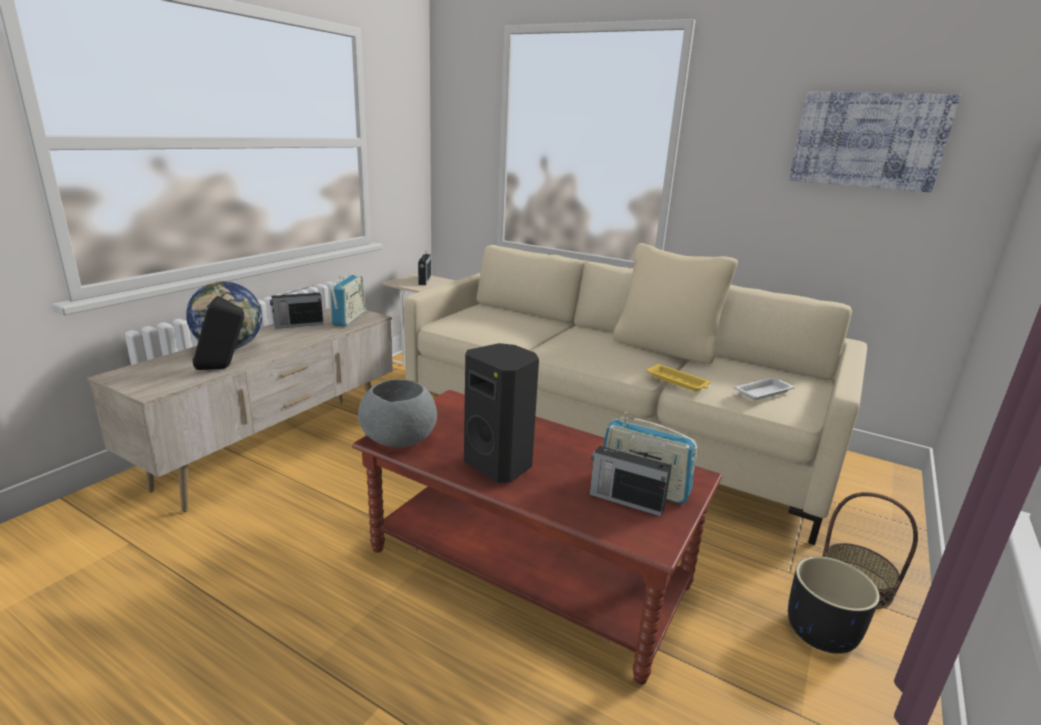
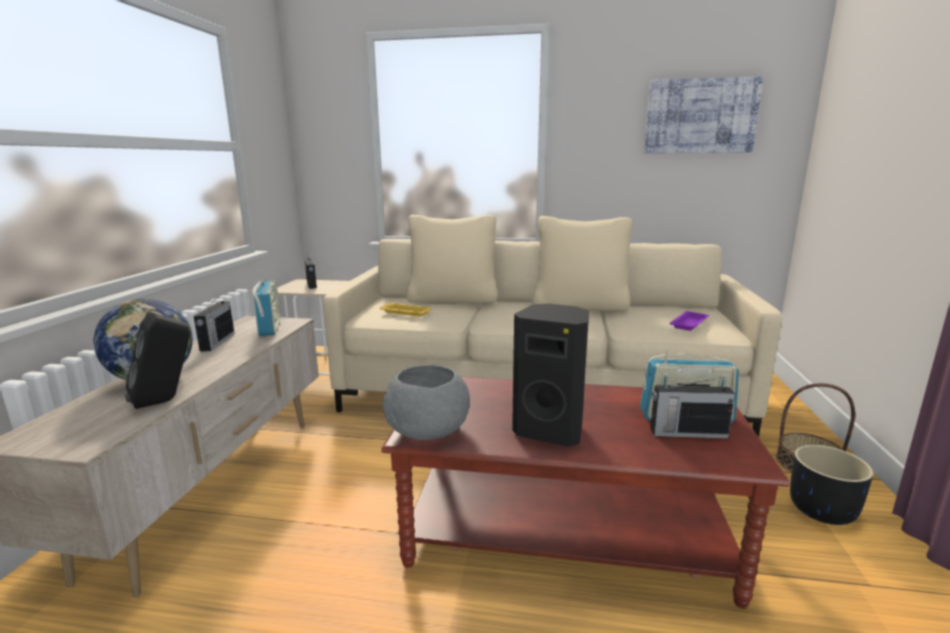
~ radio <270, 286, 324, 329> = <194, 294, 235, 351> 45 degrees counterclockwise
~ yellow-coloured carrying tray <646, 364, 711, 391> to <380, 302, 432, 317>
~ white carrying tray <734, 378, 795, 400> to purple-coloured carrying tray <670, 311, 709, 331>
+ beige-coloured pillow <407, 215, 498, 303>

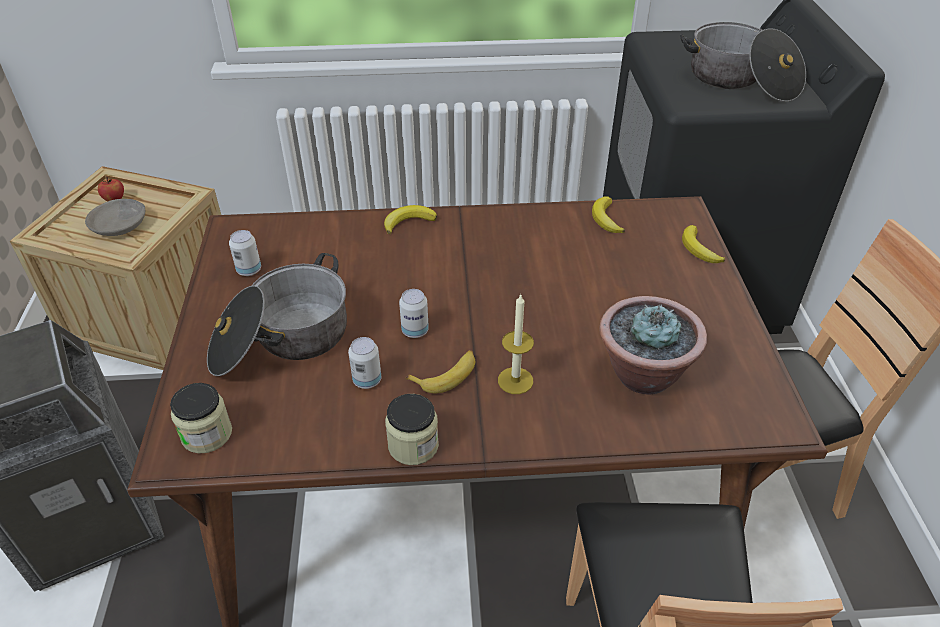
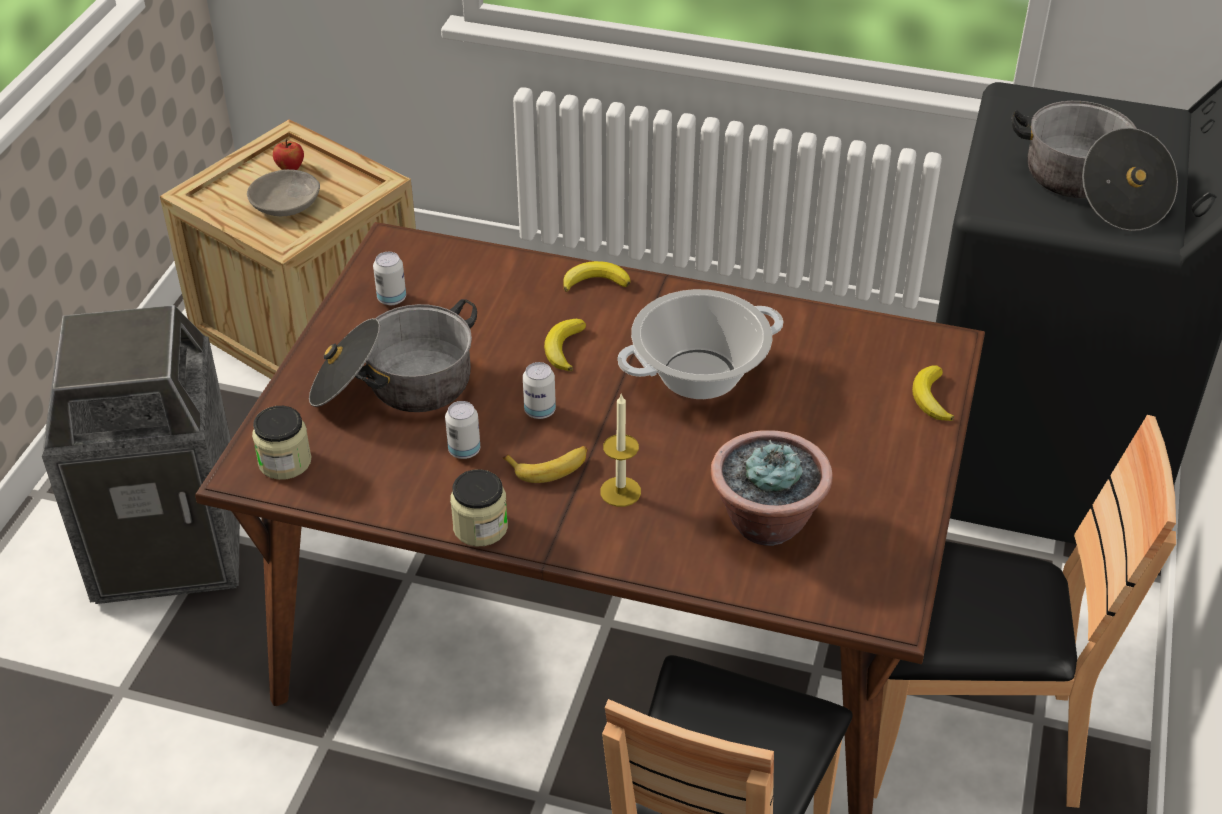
~ banana fruit <592, 196, 625, 233> to <544, 319, 586, 371>
+ cooking pot <617, 289, 783, 399>

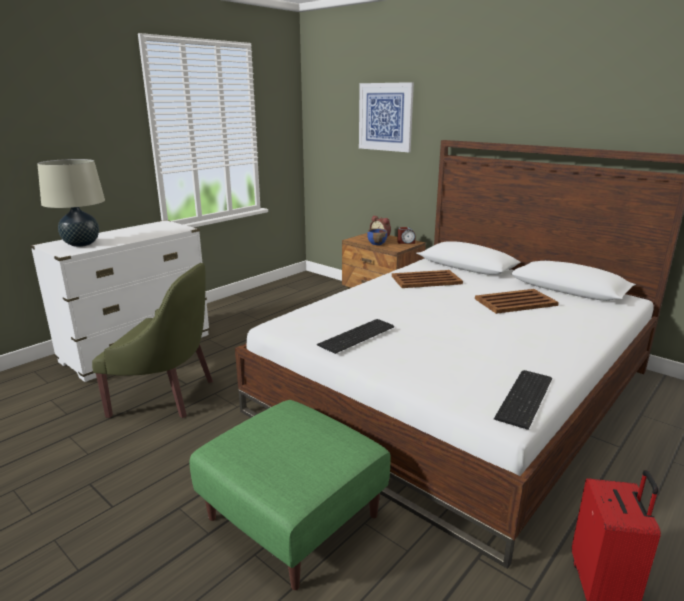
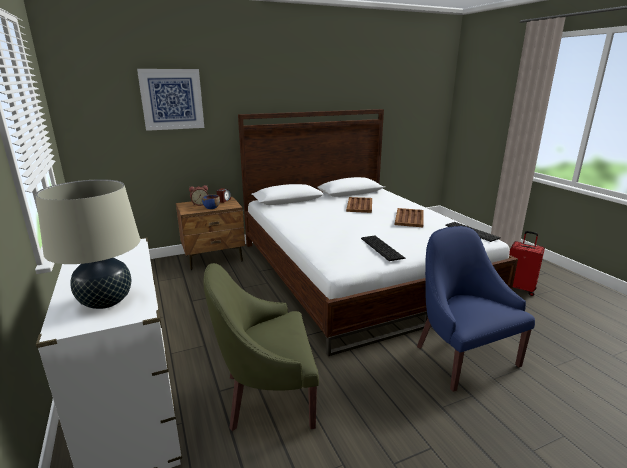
~ green easy chair <92, 263, 213, 418> = <203, 263, 319, 431> 135 degrees counterclockwise
~ green pouffe <190, 400, 391, 590> to blue easy chair <417, 226, 535, 392>
~ brown carrying tray <392, 270, 463, 288> to <395, 208, 424, 227>

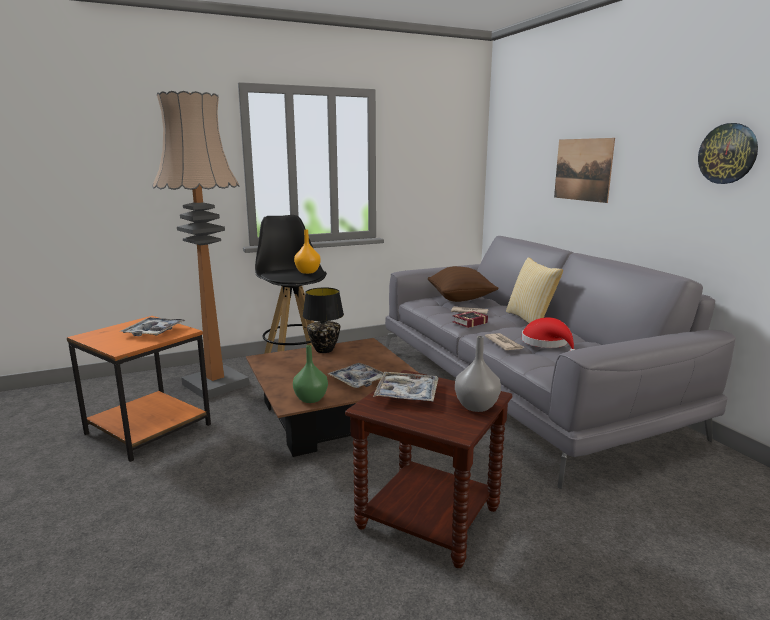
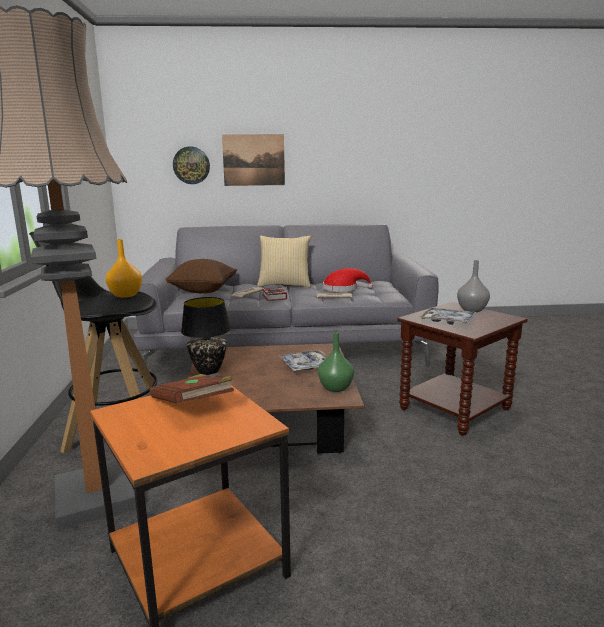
~ carrying tray <120, 317, 186, 336> to brown bound book <150, 373, 234, 404>
~ hanging clock <698, 123, 758, 184> to <173, 146, 210, 184>

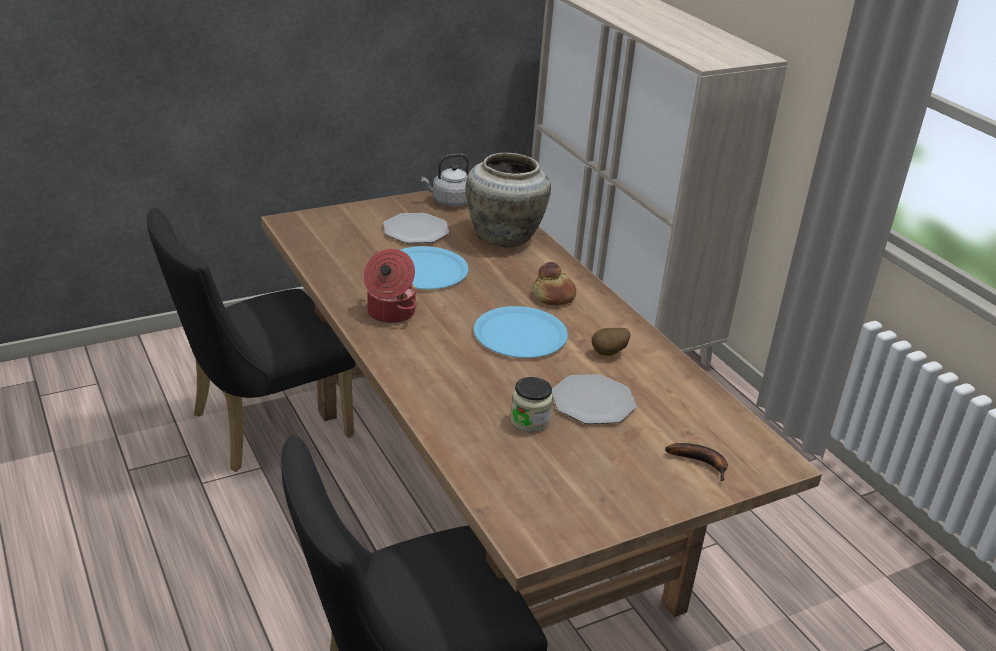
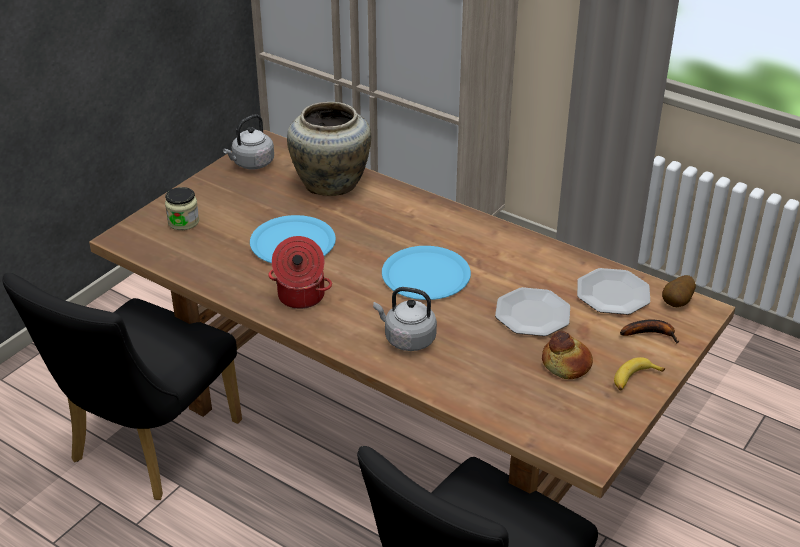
~ plate <383, 213, 449, 243> to <577, 268, 650, 315>
~ storage jar <511, 377, 553, 432> to <165, 187, 199, 230>
~ bakery bread <532, 262, 576, 306> to <542, 331, 593, 379>
~ potato <592, 328, 630, 356> to <662, 275, 696, 307>
+ greyish water kettle <373, 287, 437, 351>
+ banana fruit <614, 357, 665, 390>

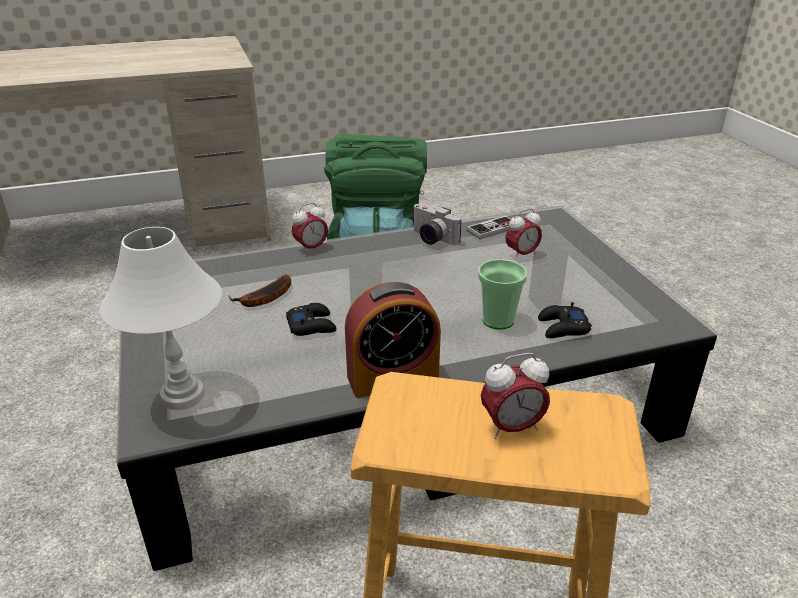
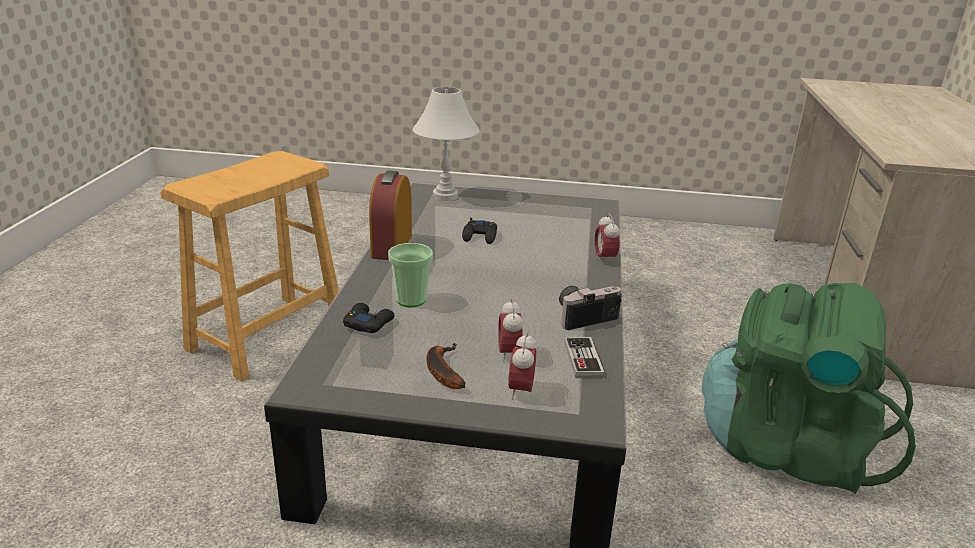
~ banana fruit <228, 275, 291, 307> to <426, 343, 466, 389>
~ bedside clock <481, 353, 550, 439> to <508, 332, 537, 400>

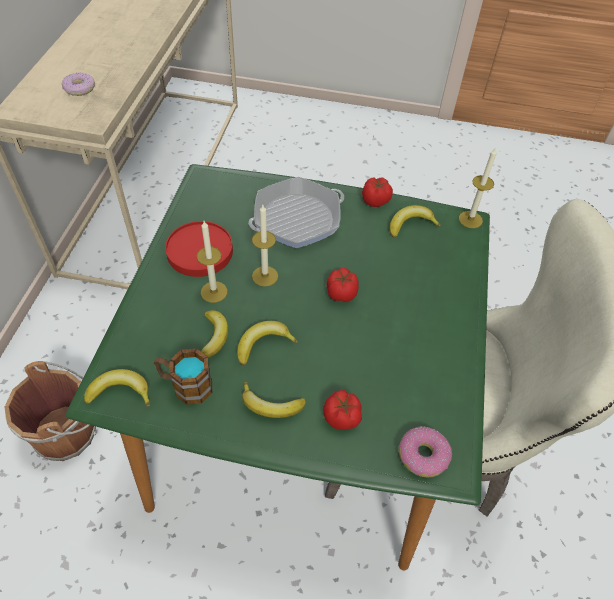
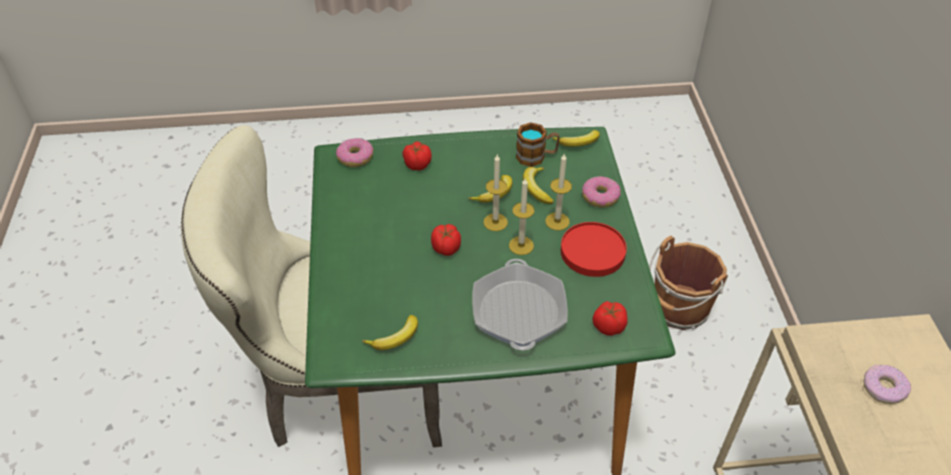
- banana fruit <242, 382, 306, 418>
~ skillet <248, 177, 344, 248> = <472, 259, 568, 350> 135 degrees clockwise
~ tomato <362, 177, 393, 207> to <593, 301, 628, 336>
~ candle <459, 147, 497, 228> to <483, 155, 508, 231>
+ donut <582, 176, 621, 207>

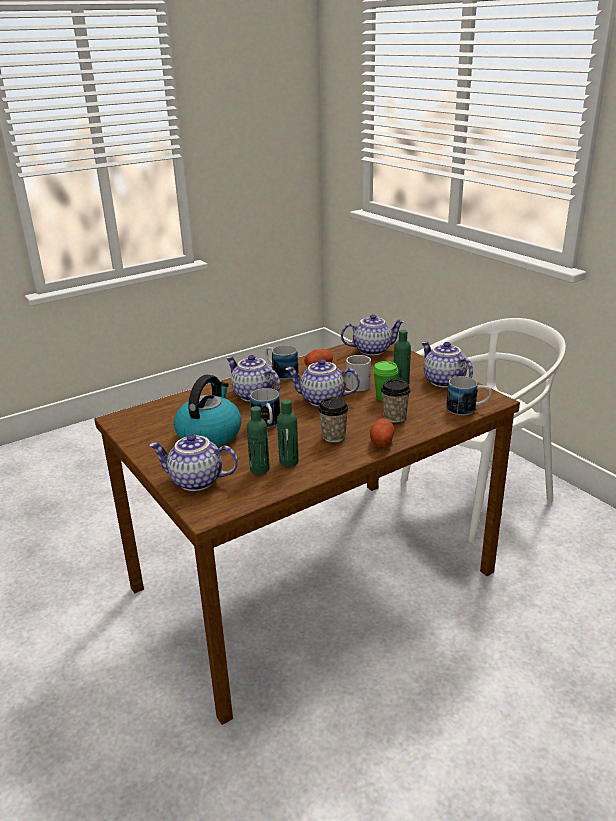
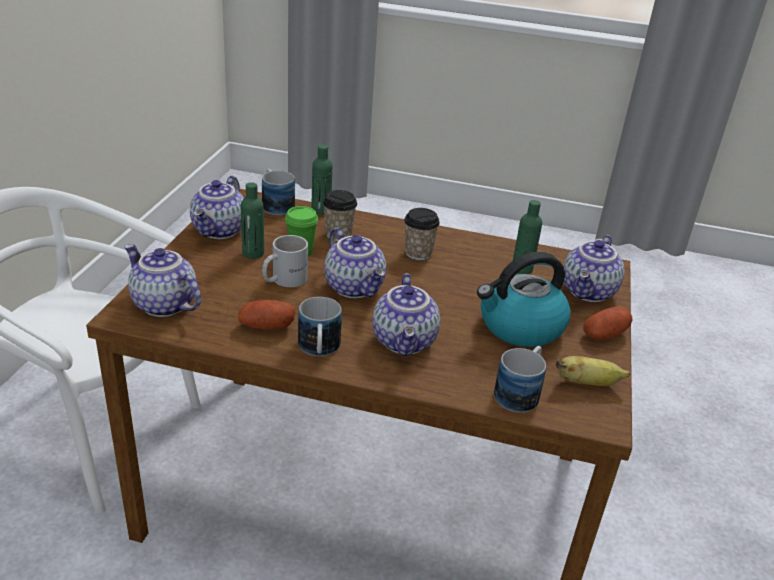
~ tea pot <149, 434, 238, 491> = <563, 235, 624, 302> 60 degrees clockwise
~ mug <250, 388, 280, 428> to <494, 346, 546, 413>
~ green beverage bottle <277, 399, 299, 467> to <312, 145, 333, 214>
~ potato <370, 418, 395, 447> to <583, 306, 632, 340>
+ banana fruit <556, 356, 630, 386>

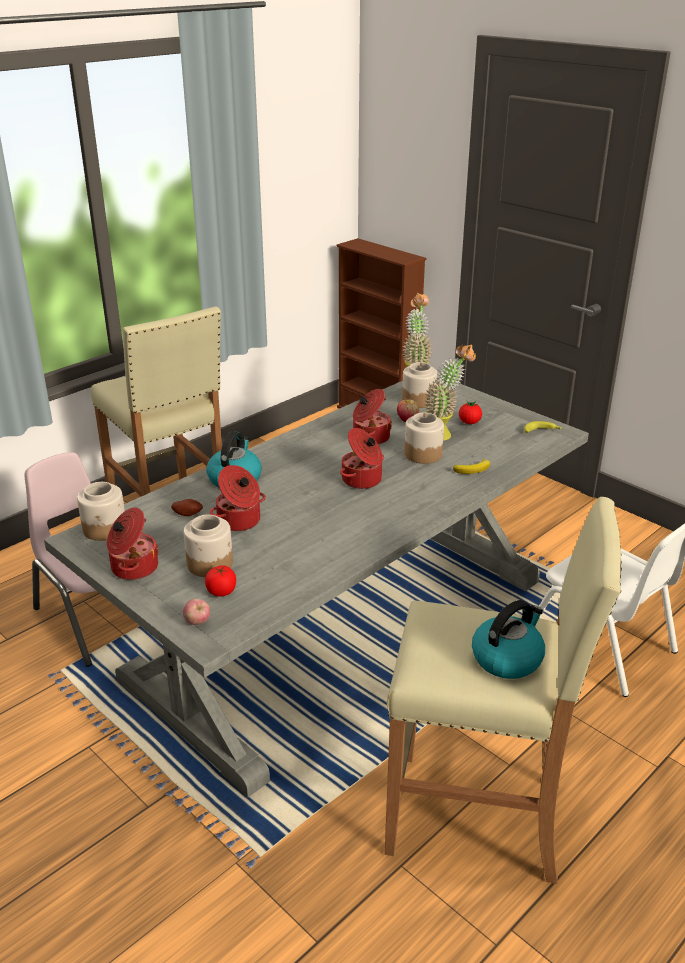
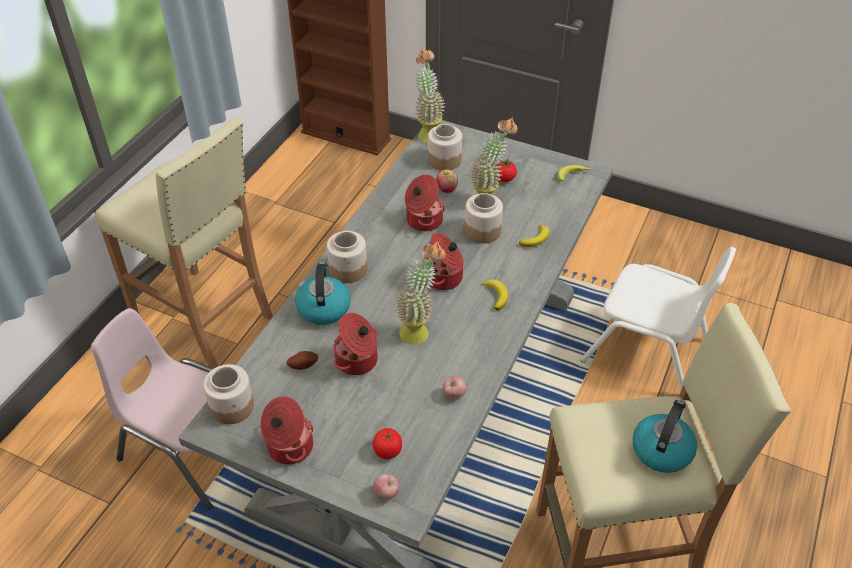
~ storage jar <183, 514, 233, 577> to <327, 231, 367, 283>
+ plant in a pot <396, 241, 445, 345>
+ apple <443, 376, 466, 399>
+ banana fruit <481, 279, 509, 310>

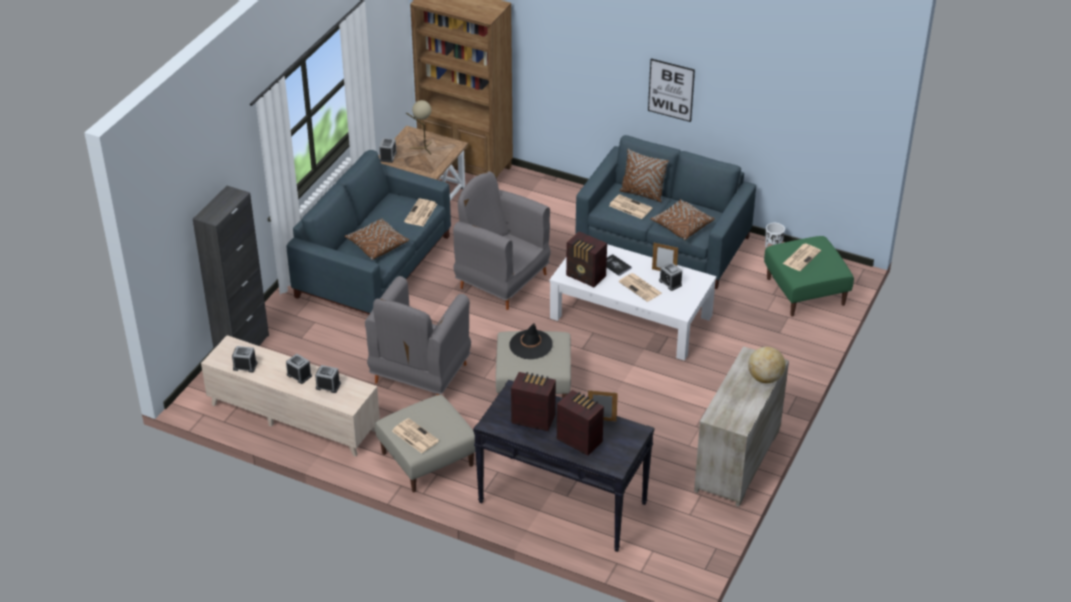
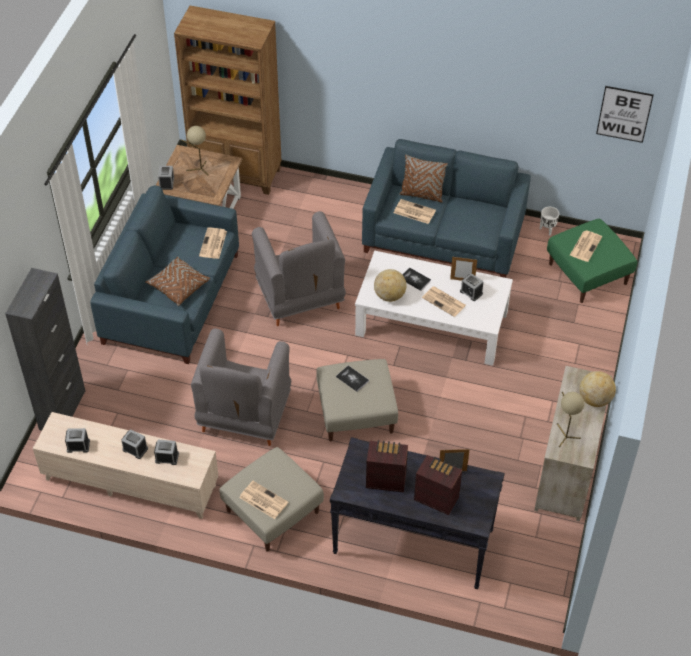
~ greyish easy chair <453, 171, 551, 310> = <252, 211, 346, 326> 135 degrees counterclockwise
~ black clothing hat <509, 323, 553, 359> to bound book <336, 365, 369, 392>
~ radio <566, 231, 607, 287> to world globe <374, 269, 406, 302>
~ picture <648, 59, 695, 122> to <596, 86, 654, 143>
- brown pillow <650, 199, 715, 240>
+ beige-coloured lamp for a table <557, 392, 584, 447>

